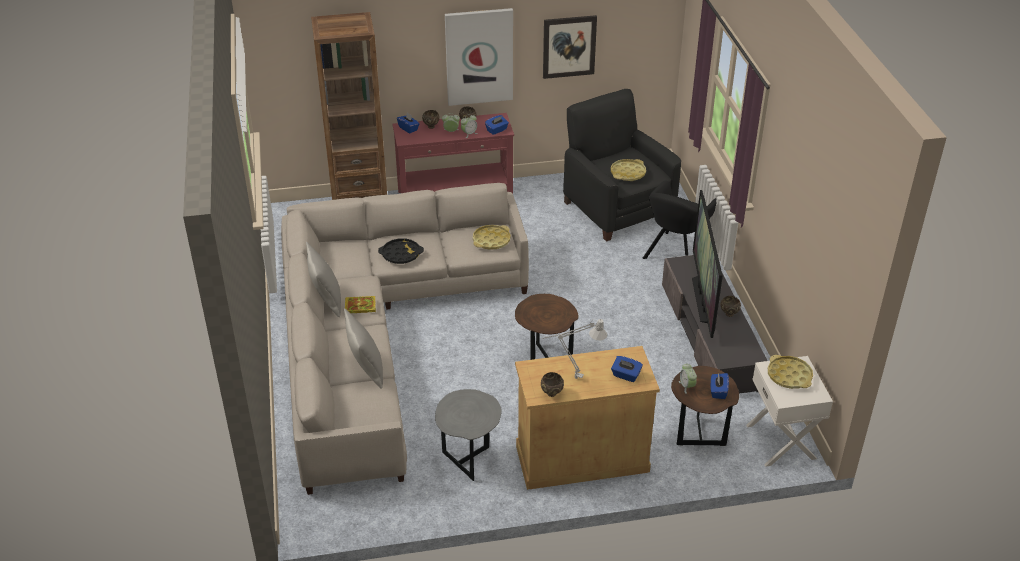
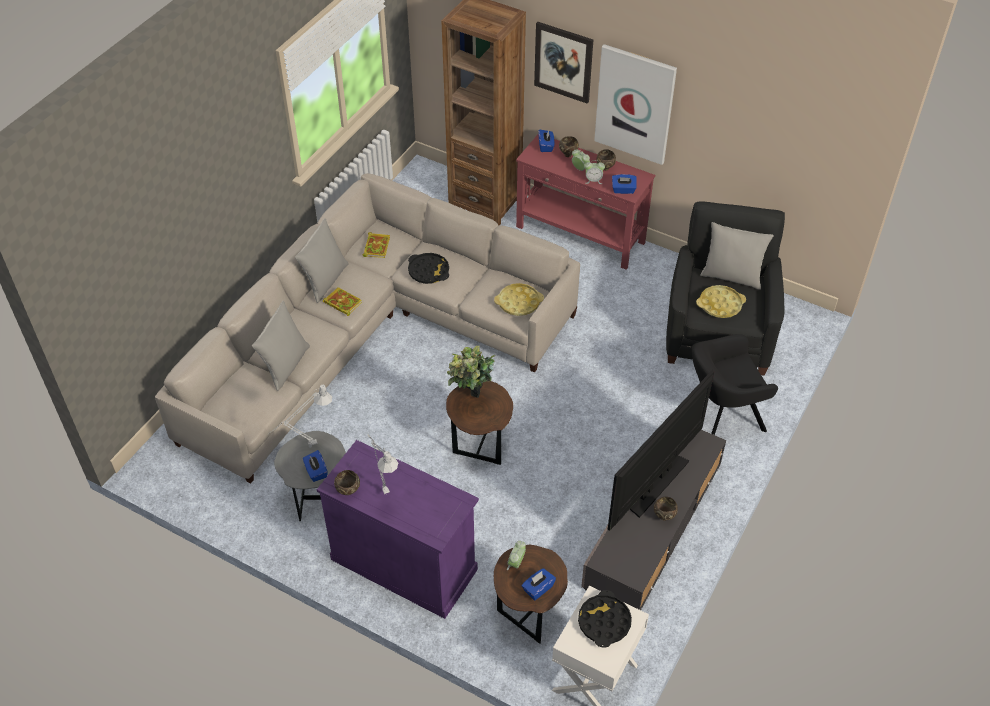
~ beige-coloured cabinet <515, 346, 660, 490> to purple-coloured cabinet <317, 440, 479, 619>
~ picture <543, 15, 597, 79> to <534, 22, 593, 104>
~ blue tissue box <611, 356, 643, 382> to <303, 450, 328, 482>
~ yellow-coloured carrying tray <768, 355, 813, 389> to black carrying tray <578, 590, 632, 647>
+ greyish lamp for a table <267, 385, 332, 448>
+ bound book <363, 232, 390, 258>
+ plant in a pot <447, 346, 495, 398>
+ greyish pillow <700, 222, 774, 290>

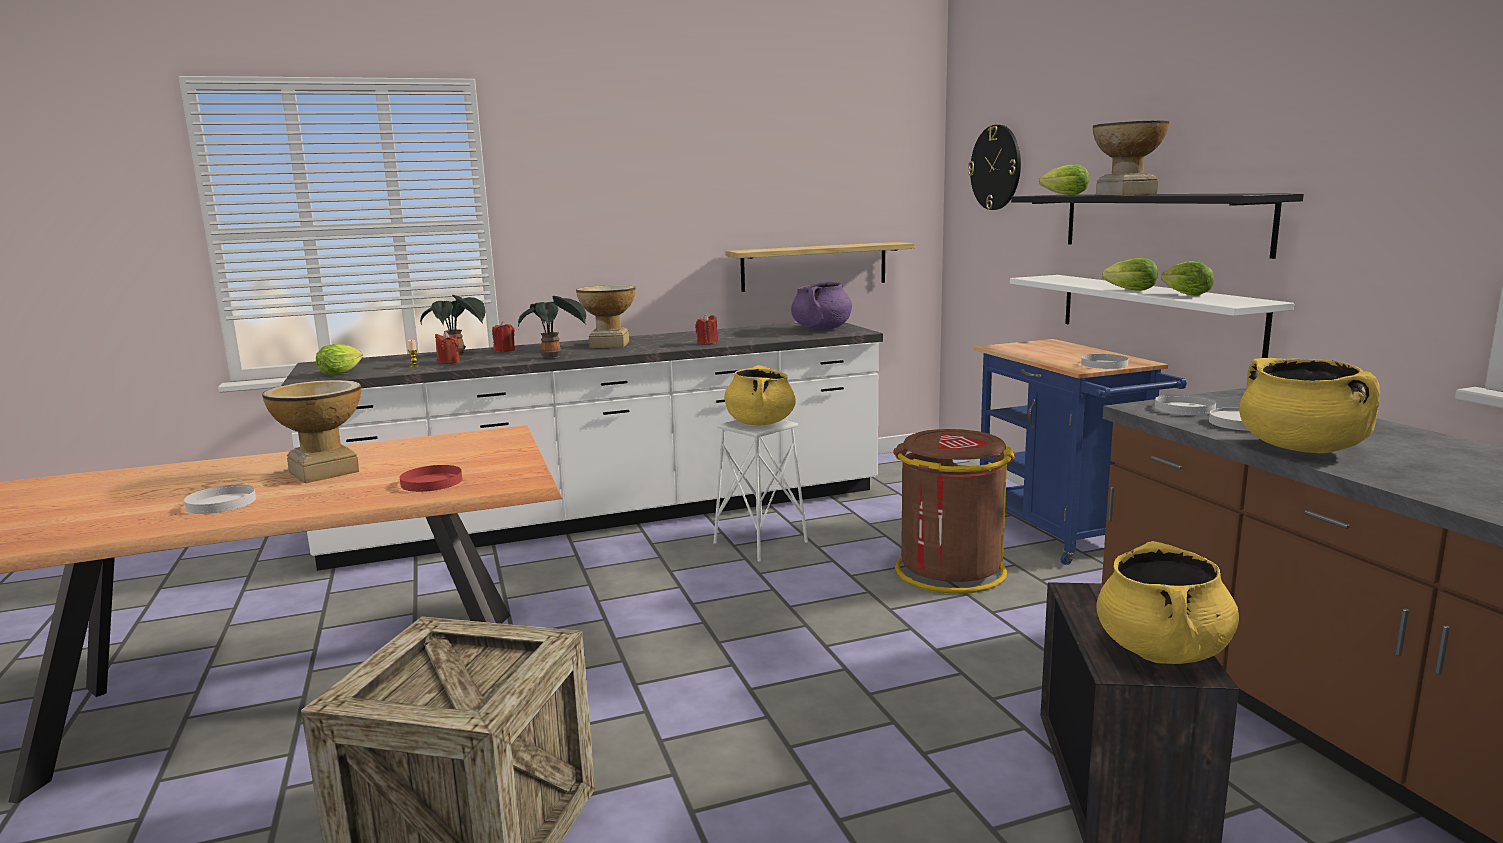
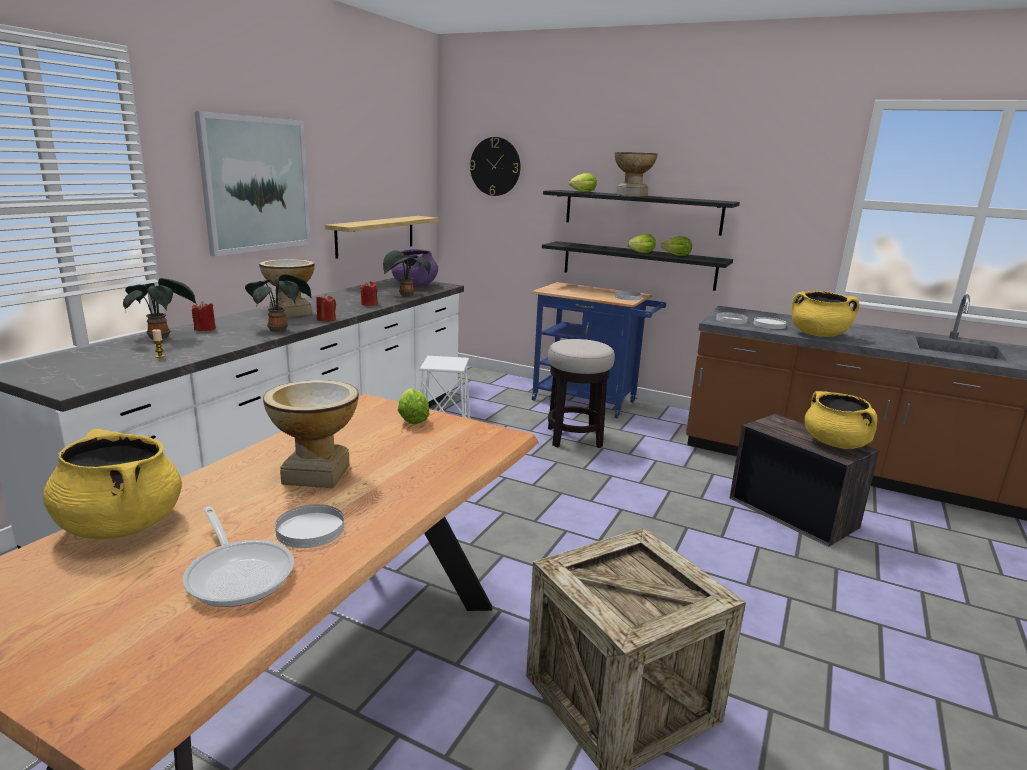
~ lettuce <316, 344, 363, 375> to <398, 388, 430, 424>
- red-coloured plate <400, 465, 462, 492>
~ red-coloured candle <435, 331, 460, 364> to <316, 294, 336, 322>
~ yellow-coloured cooking pot <724, 365, 796, 425> to <43, 429, 182, 539>
~ brown trash can <893, 429, 1015, 594> to sitting stool <548, 339, 615, 448>
~ white shelf <1010, 275, 1294, 358> to black shelf <542, 241, 733, 291>
+ skillet <183, 506, 294, 607>
+ picture <194, 111, 311, 257>
+ plant in a pot <383, 251, 431, 296>

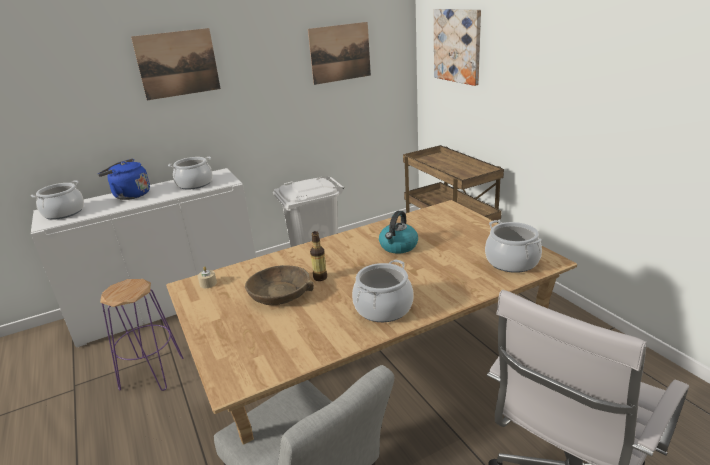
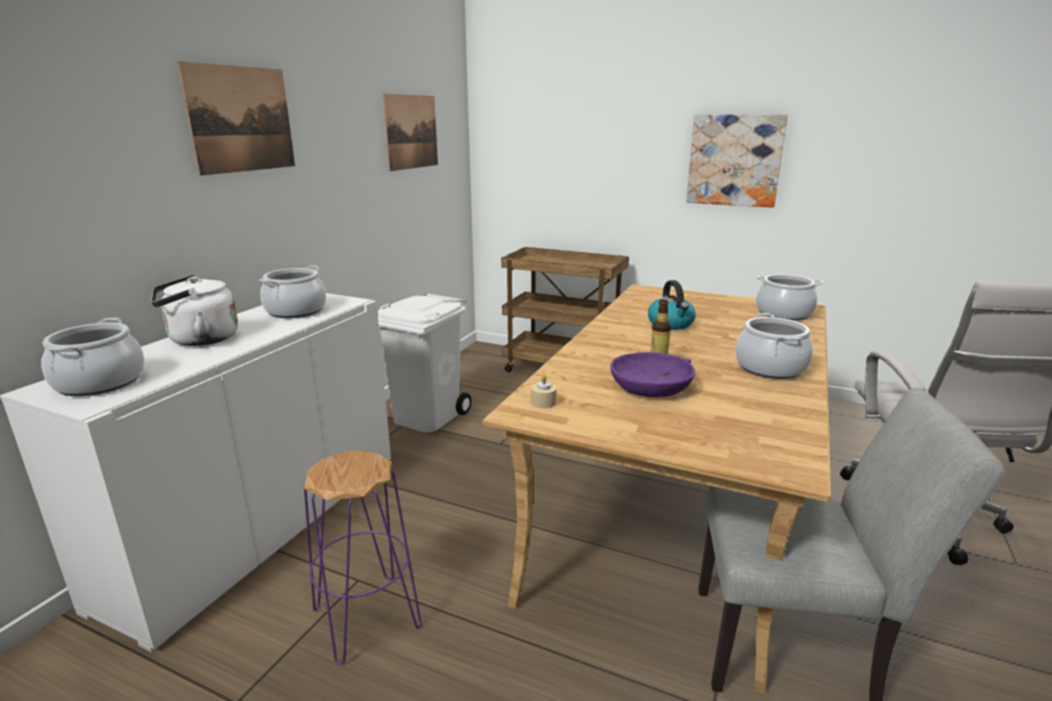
~ blue water kettle <98, 159, 150, 200> to white water kettle <151, 275, 238, 346>
~ brown deep dish <245, 265, 314, 305> to purple-coloured deep dish <610, 352, 695, 397>
~ picture <434, 9, 481, 86> to <686, 114, 788, 208>

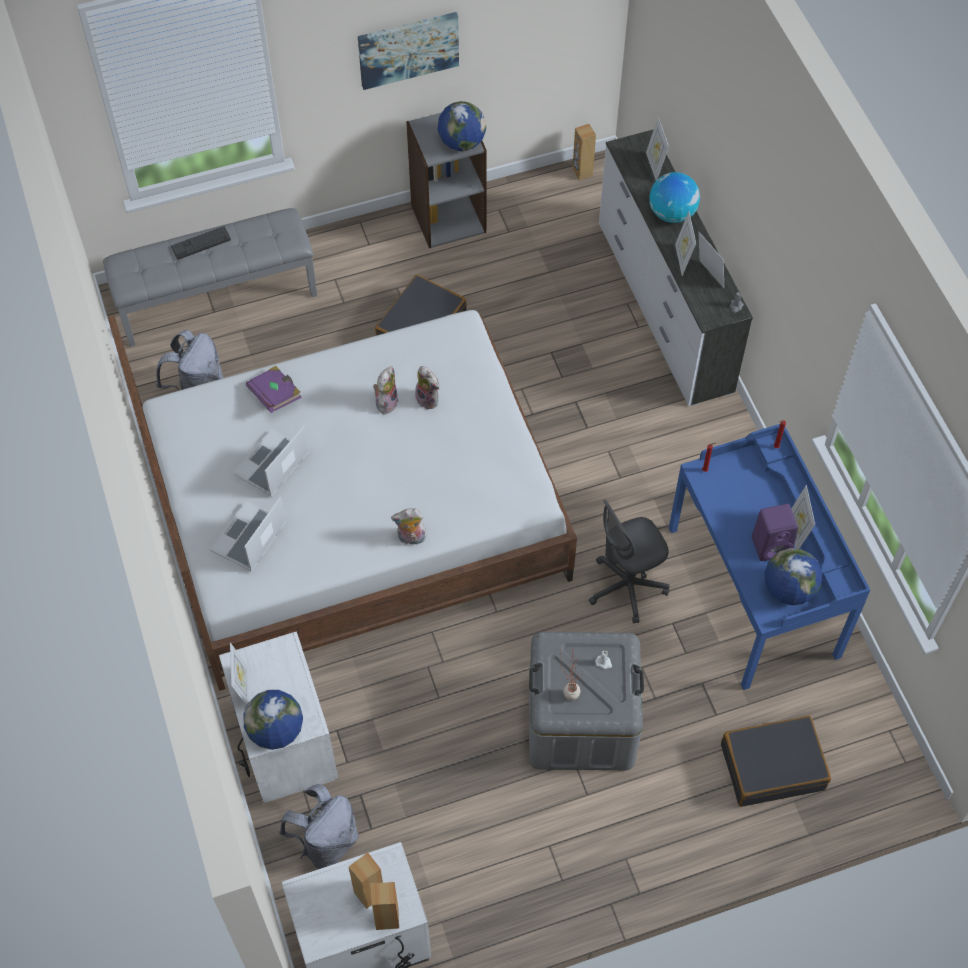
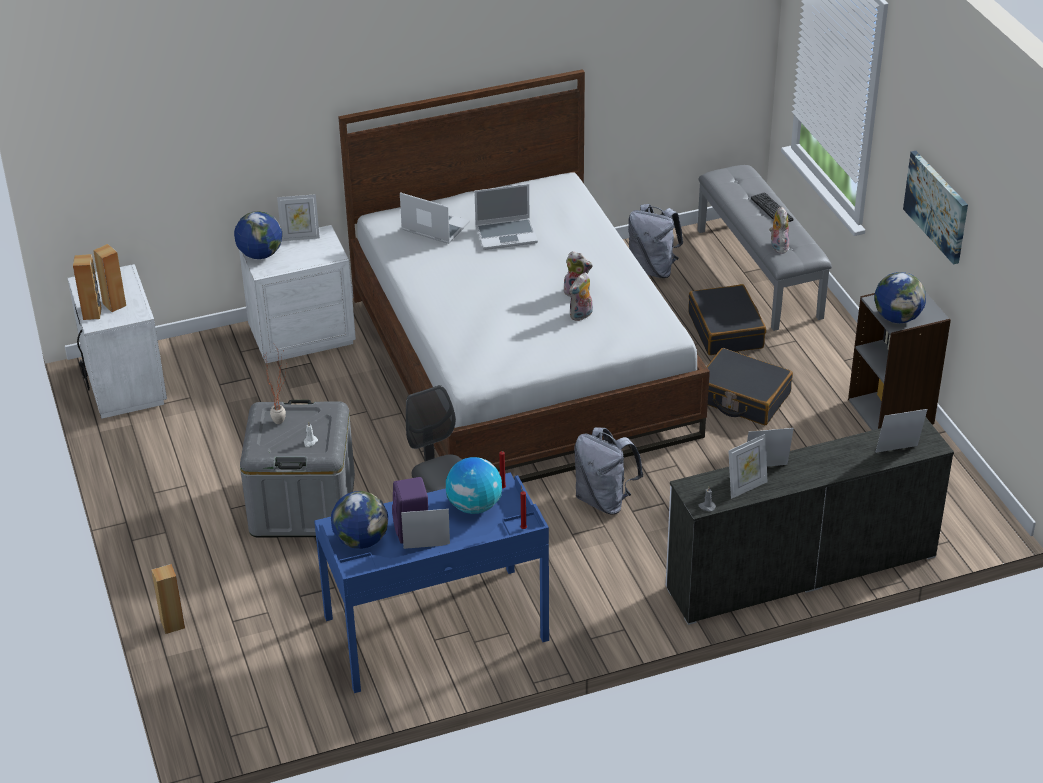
~ laptop <233, 425, 310, 497> = <474, 184, 538, 250> 135 degrees clockwise
- purple-coloured bound book <246, 366, 302, 413>
~ greyish backpack <279, 784, 359, 869> to <574, 427, 644, 515>
~ soft toy <391, 508, 426, 547> to <769, 206, 790, 254>
~ brown loudspeaker <572, 124, 596, 181> to <151, 564, 185, 634>
~ world globe <649, 172, 700, 223> to <446, 457, 502, 514>
~ black suitcase <721, 716, 831, 807> to <688, 284, 766, 355>

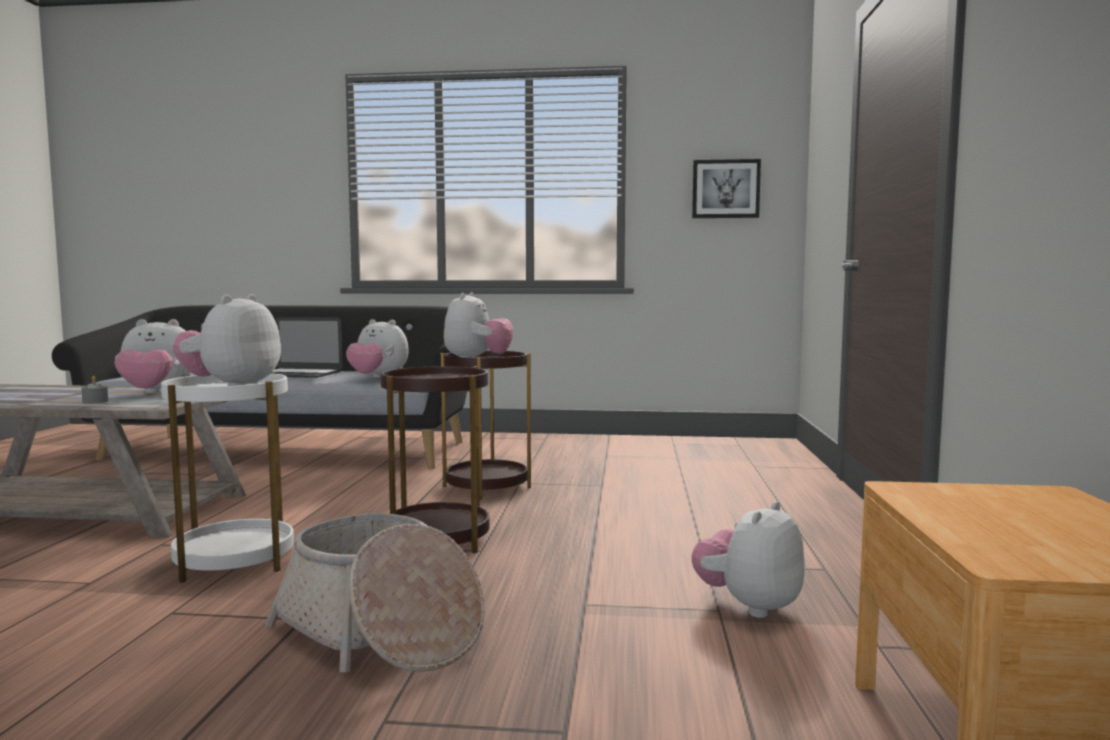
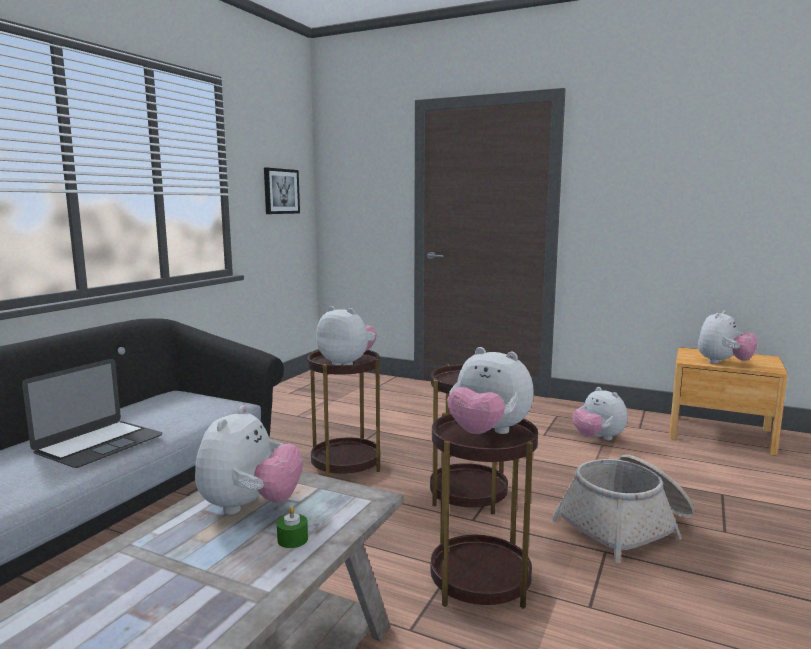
~ greyish candle <81, 376, 108, 404> to green candle <277, 506, 308, 548>
~ white end table <161, 372, 294, 582> to brown end table <431, 412, 538, 609>
~ soft toy <346, 319, 408, 378> to <698, 310, 758, 364>

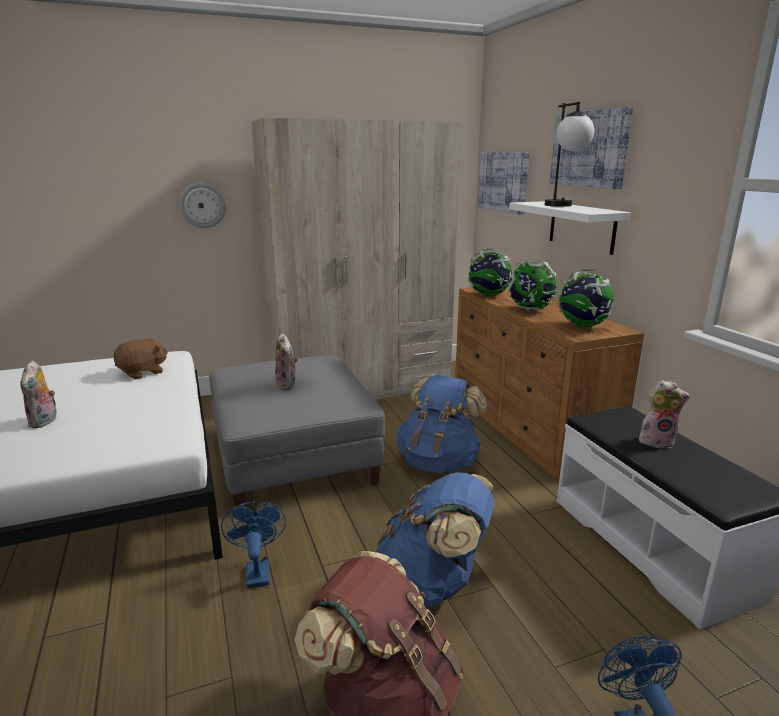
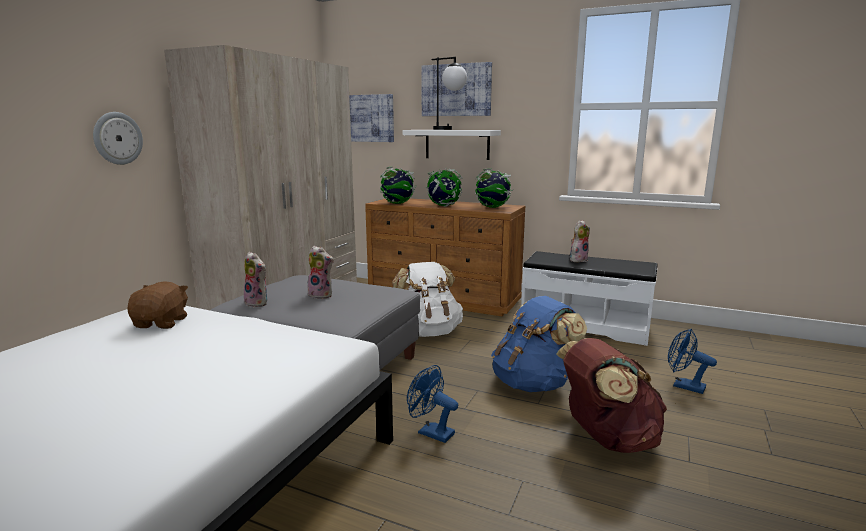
~ soft toy <20, 360, 57, 428> to <244, 252, 267, 307>
~ blue backpack <396, 375, 487, 473> to white backpack <392, 262, 463, 337>

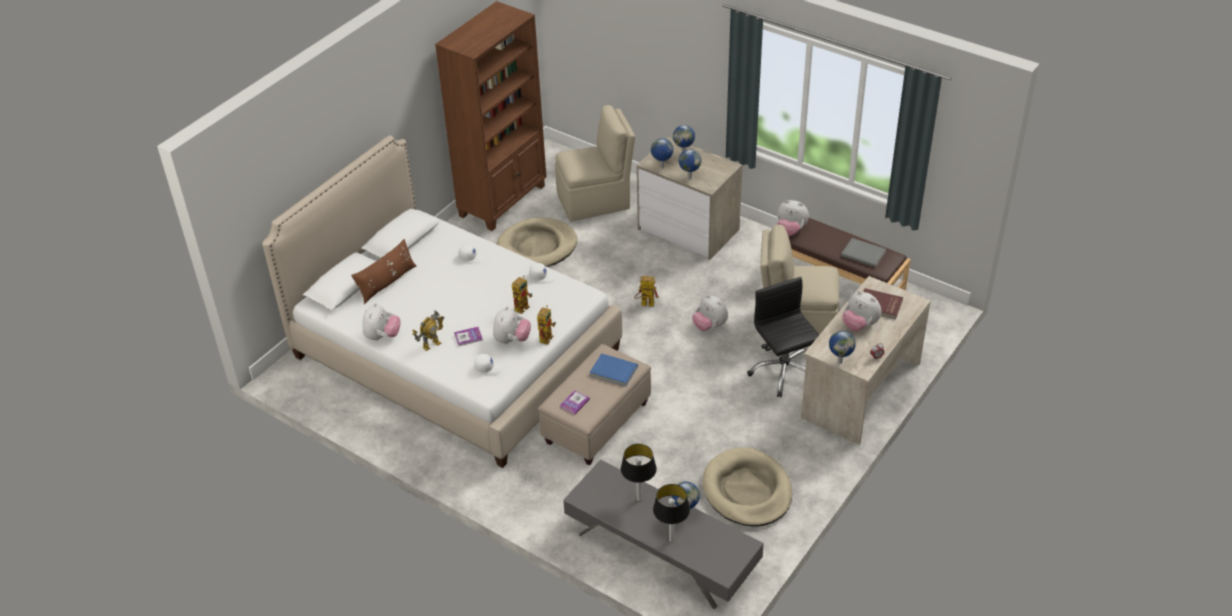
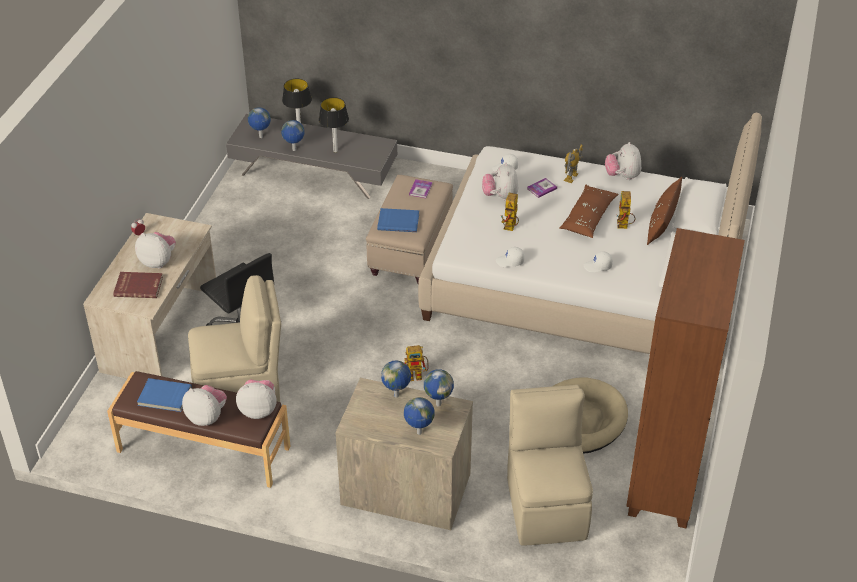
~ toy robot <537, 305, 556, 345> to <617, 191, 636, 229>
~ beige-coloured plain chair <555, 105, 635, 221> = <507, 385, 593, 546> 120 degrees clockwise
~ soft toy <692, 295, 728, 331> to <182, 385, 227, 426>
- beige-coloured pet bed <702, 447, 792, 527>
~ world globe <829, 331, 856, 364> to <248, 107, 271, 138>
~ greyish bound book <841, 238, 886, 268> to blue bound book <137, 378, 192, 412>
+ brown pillow <559, 185, 619, 238>

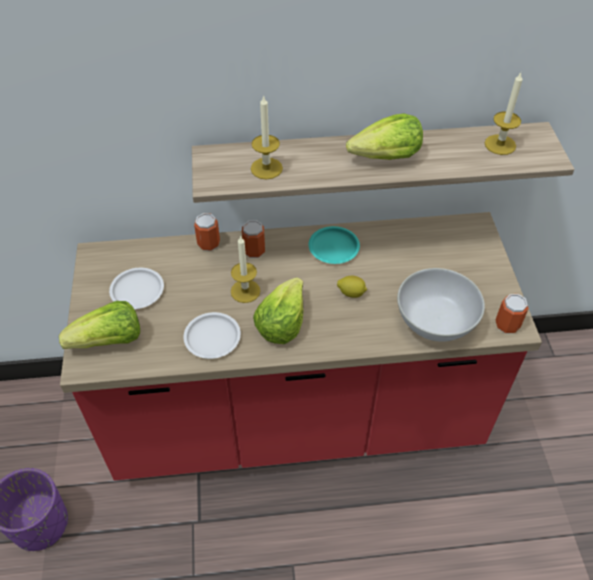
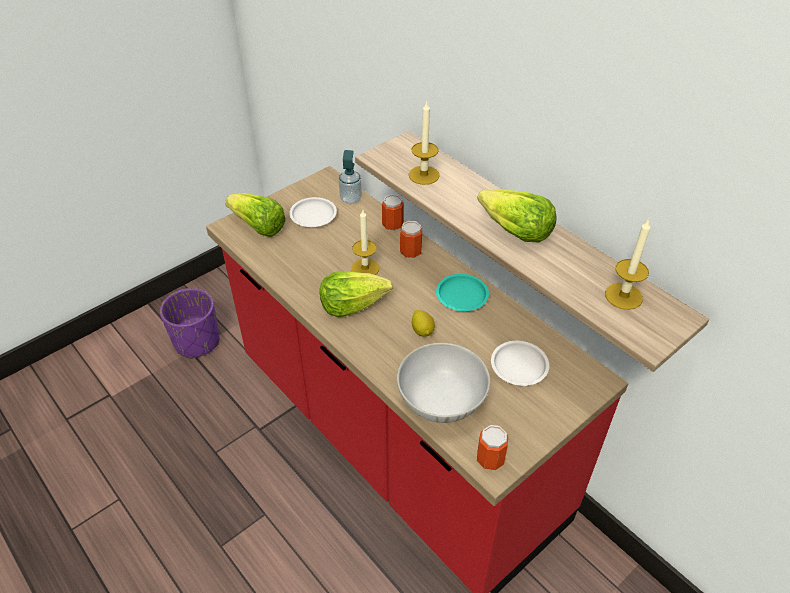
~ white plate <184, 312, 241, 359> to <491, 341, 549, 386>
+ liquid soap bottle <339, 150, 362, 204>

